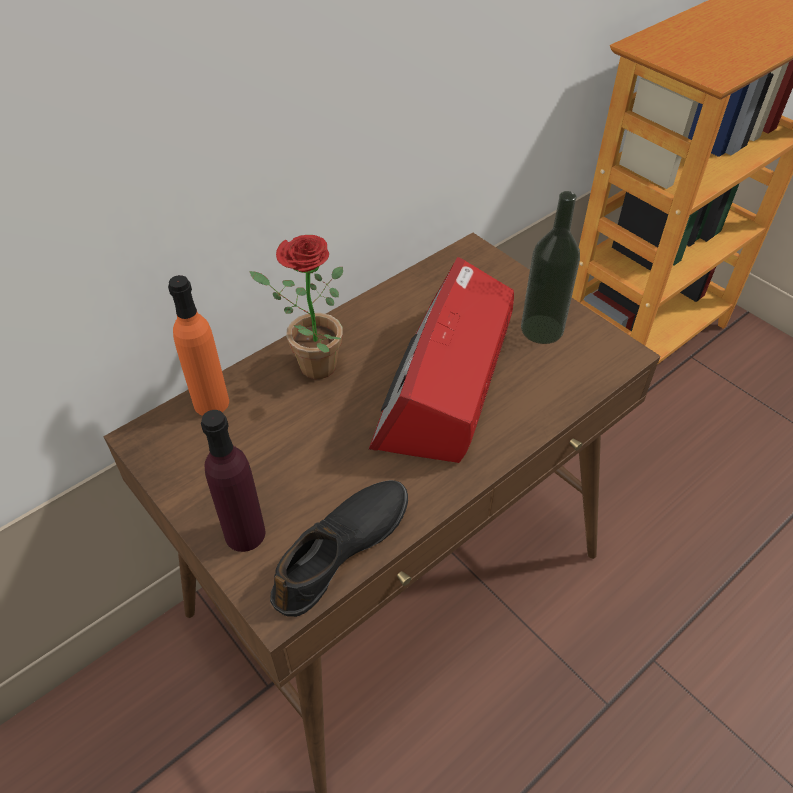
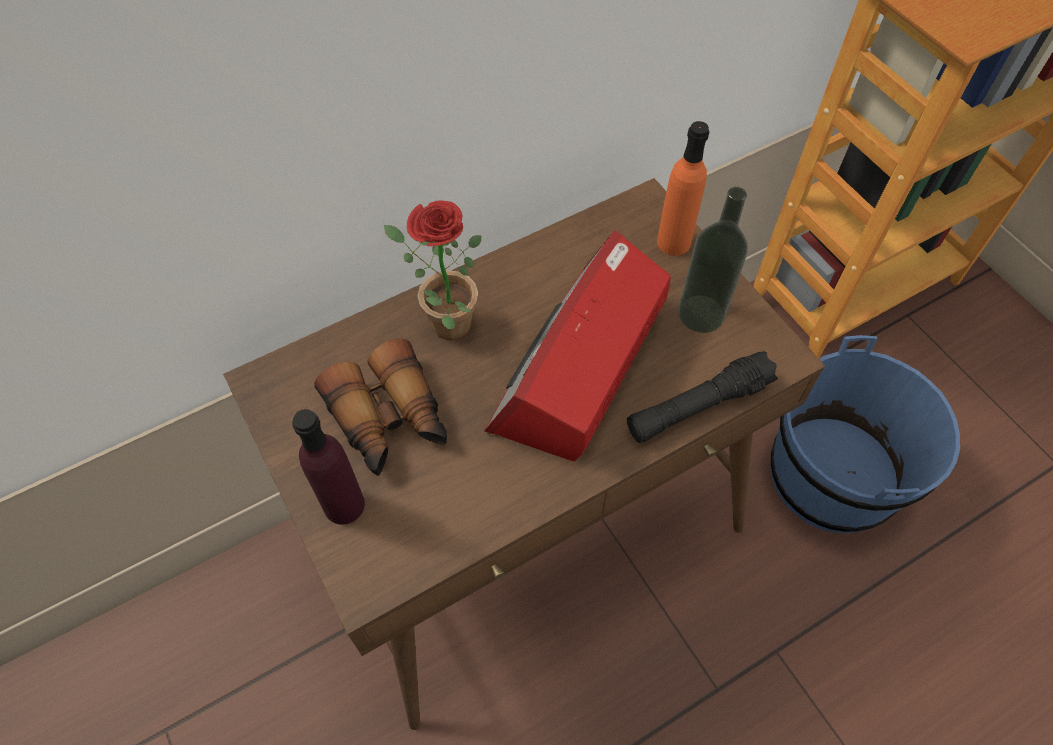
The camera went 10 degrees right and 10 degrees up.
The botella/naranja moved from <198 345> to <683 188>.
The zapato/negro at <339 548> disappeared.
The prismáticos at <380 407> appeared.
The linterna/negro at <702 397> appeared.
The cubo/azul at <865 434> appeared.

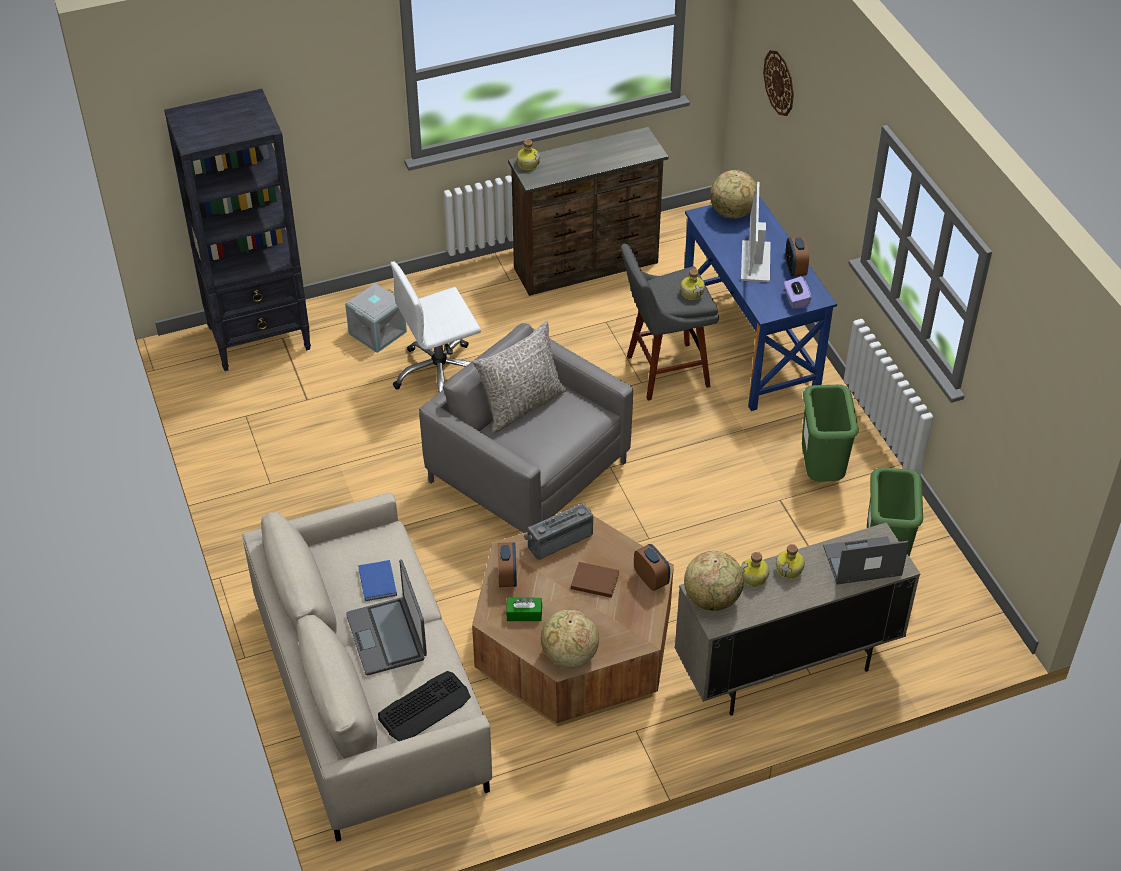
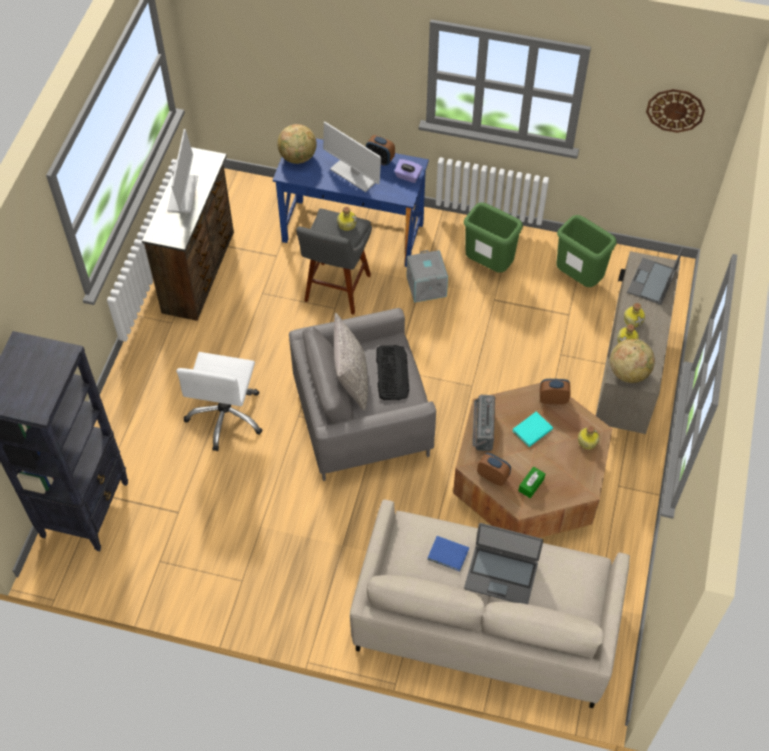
The camera went 55 degrees left and 10 degrees up.
The caja de almacenaje/gris moved from <376 318> to <427 276>.
The teclado moved from <424 706> to <393 372>.
The botella moved from <528 155> to <588 438>.
The globo terráqueo at <570 638> disappeared.
The libro/marrón at <595 580> became the libro/turquesa at <533 429>.
The reloj de pared moved from <778 83> to <675 111>.
The monitor at <182 171> appeared.

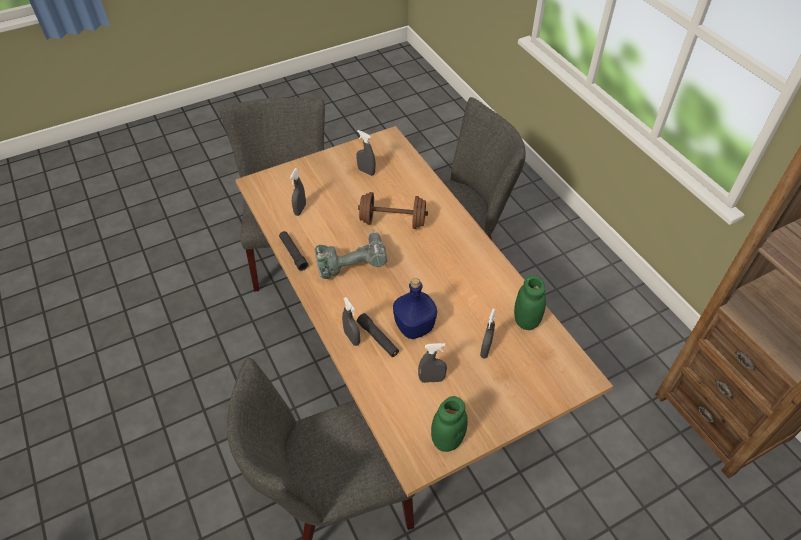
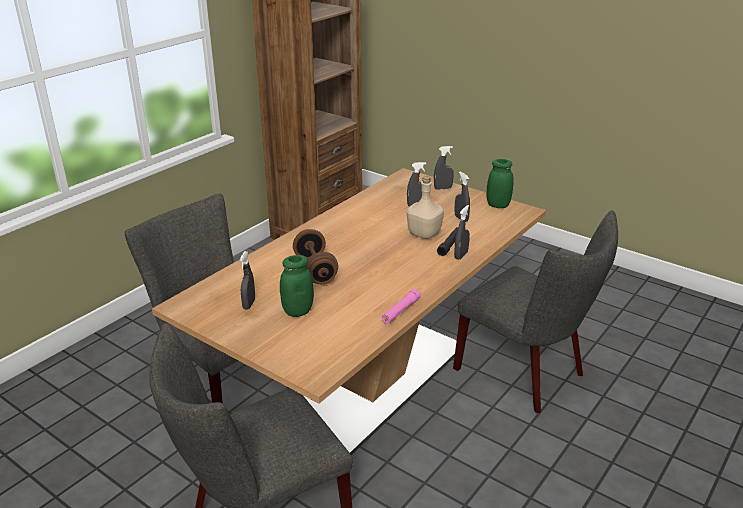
The camera went 115 degrees left and 20 degrees down.
The linterna/negro at <294 251> became the linterna/rosa at <401 306>.
The pulverizador/gris moved from <298 192> to <444 168>.
The taladro at <351 254> disappeared.
The botella/azul at <415 308> became the botella/beis at <425 207>.
The tarro/verde moved from <530 302> to <297 286>.

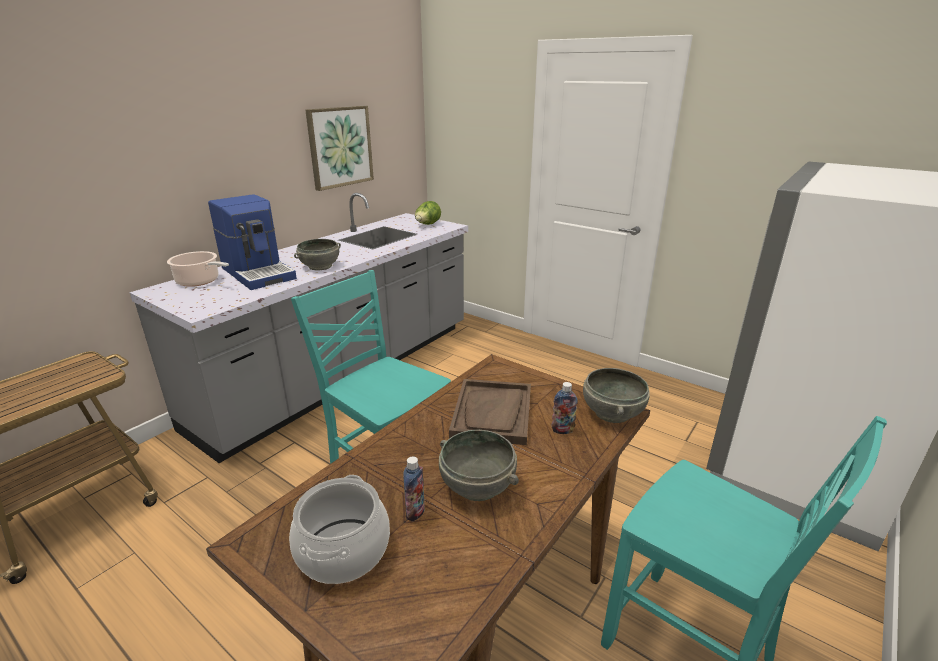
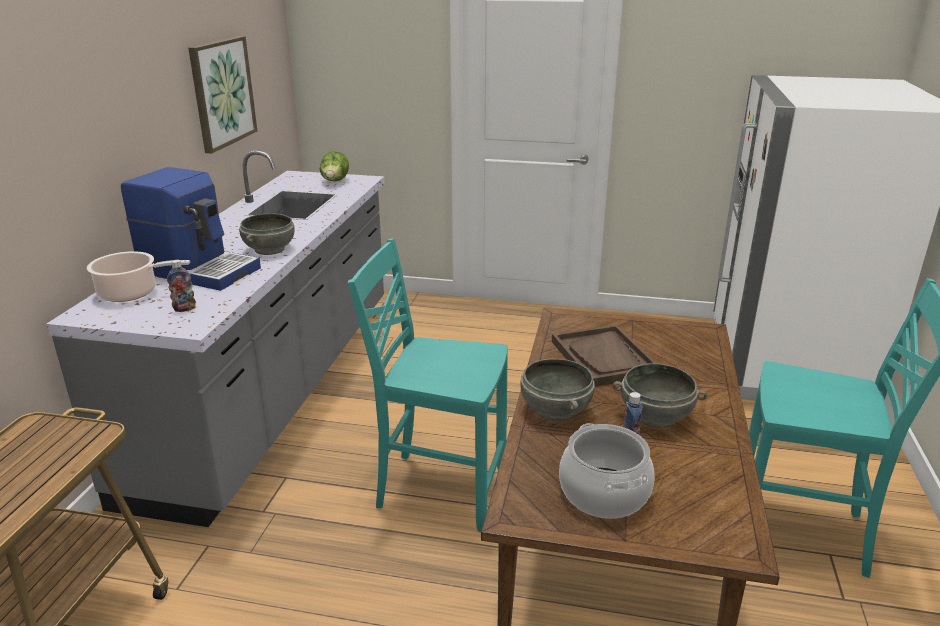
The camera went 25 degrees left and 0 degrees up.
The botella moved from <564 408> to <181 286>.
The cuenco/gris moved from <616 395> to <557 390>.

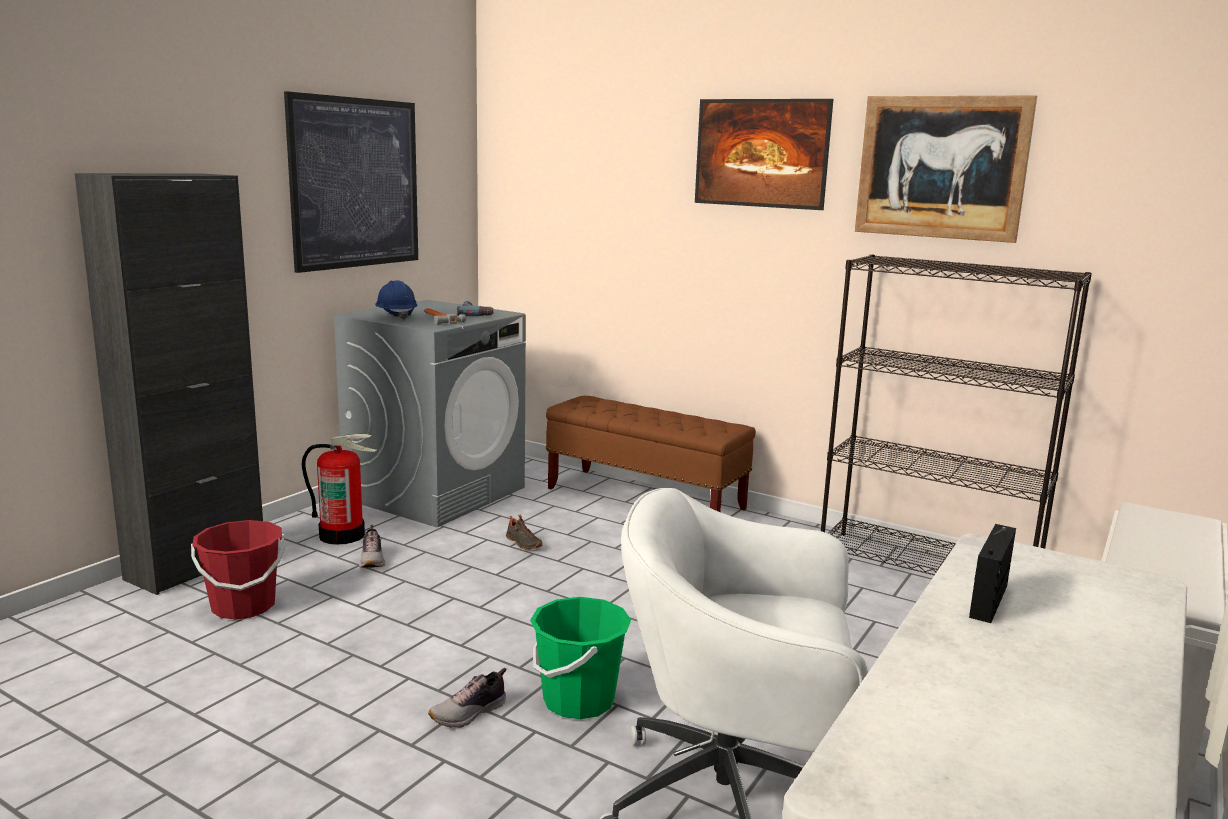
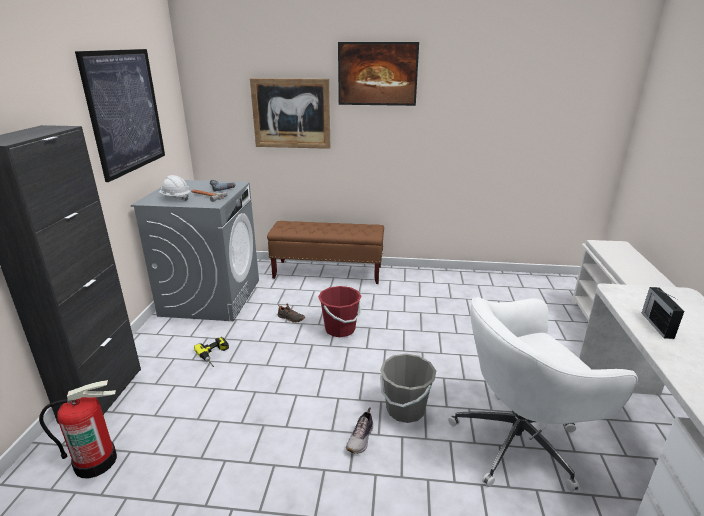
The camera went 25 degrees left and 10 degrees up.
The cubo/rojo moved from <238 569> to <340 311>.
The extintor moved from <339 489> to <78 429>.
The zapato at <372 546> was replaced by the taladro at <211 352>.
The casco/azul at <396 300> became the casco/blanco at <174 188>.
The cubo/verde at <580 658> became the cubo/gris at <408 388>.
The estantería/negro at <956 414> disappeared.
The cuadro moved from <946 169> to <290 113>.

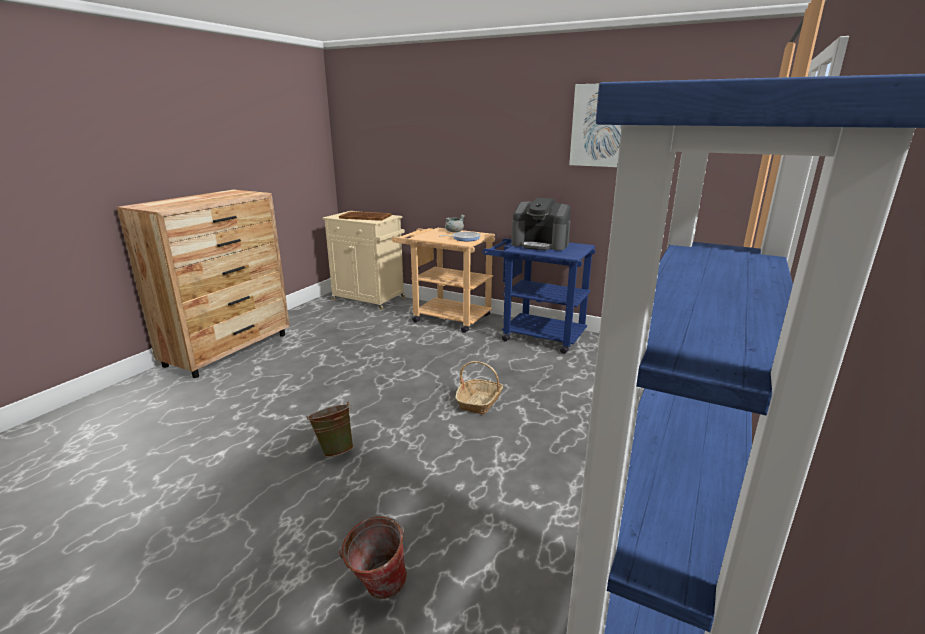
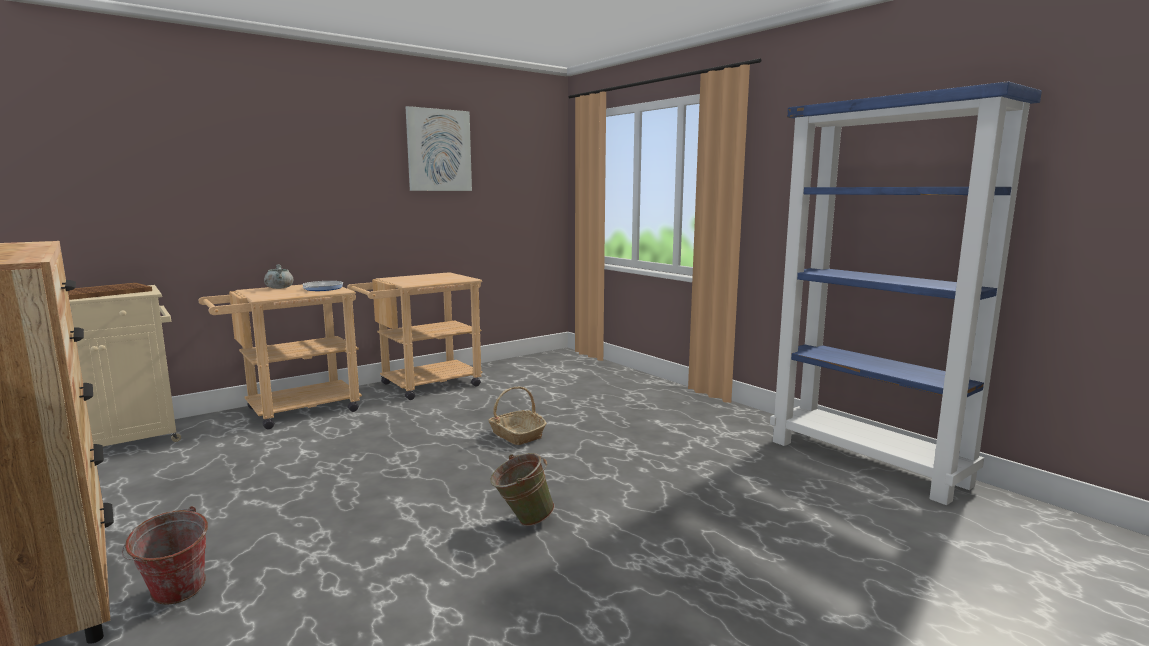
The camera went 65 degrees left and 10 degrees down.
The cubo moved from <373 557> to <164 555>.
The carrito/azul at <539 296> became the carrito/beis at <415 336>.
The cafetera at <541 224> disappeared.

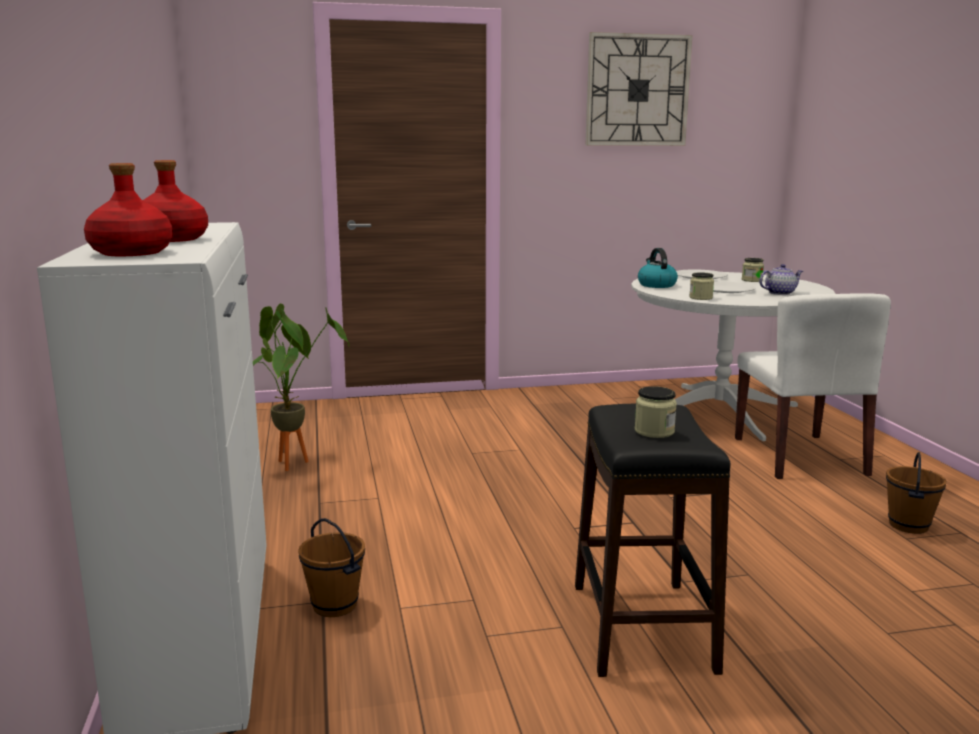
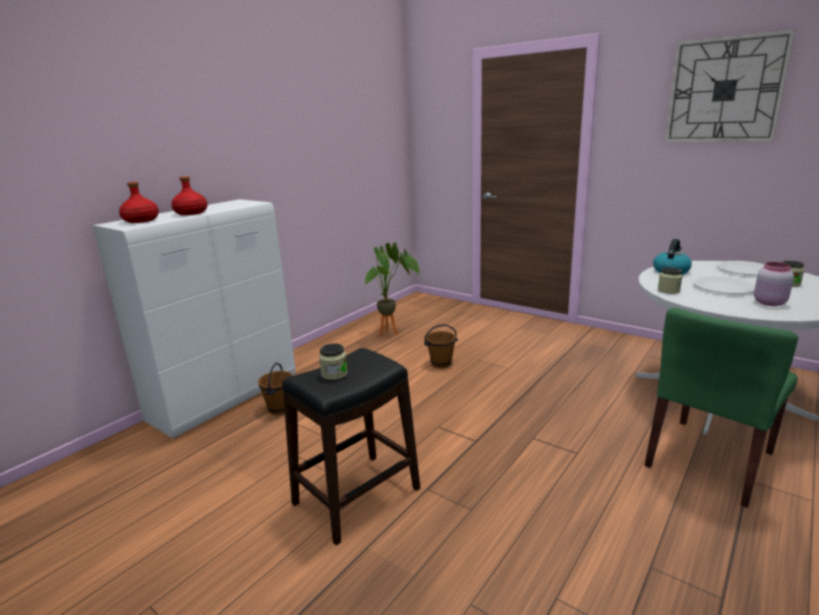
The camera went 50 degrees right and 5 degrees up.
The silla/blanco at <813 386> became the silla/verde at <721 407>.
The tetera at <781 279> was replaced by the tarro/rosa at <774 284>.
The cubo/marrón moved from <916 493> to <441 346>.

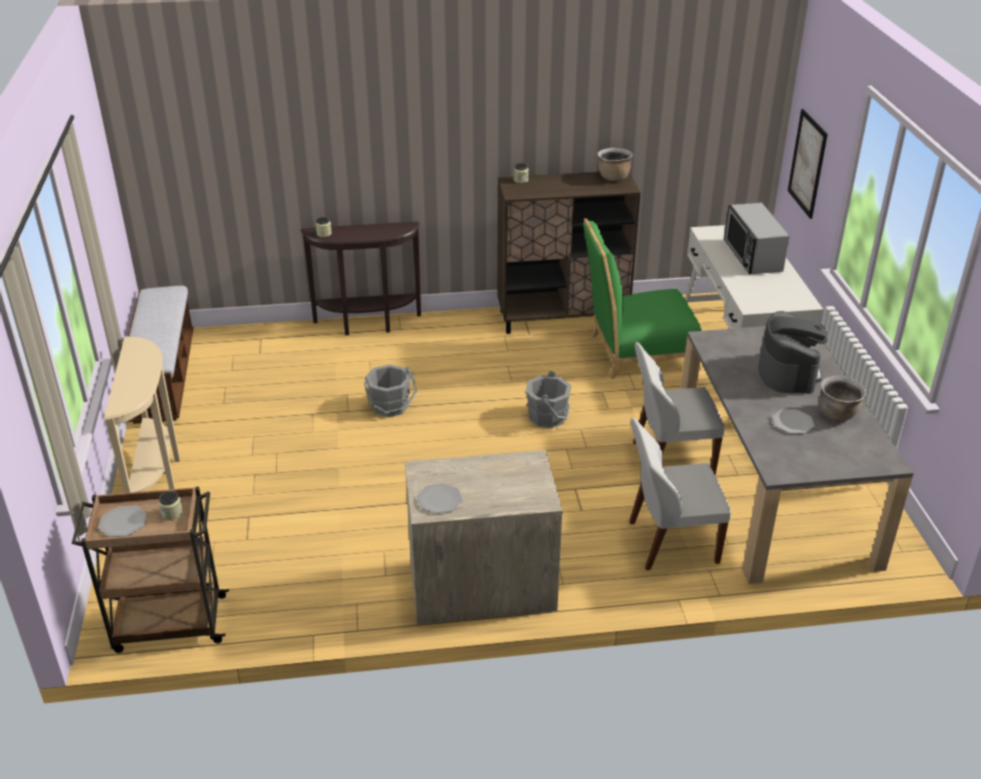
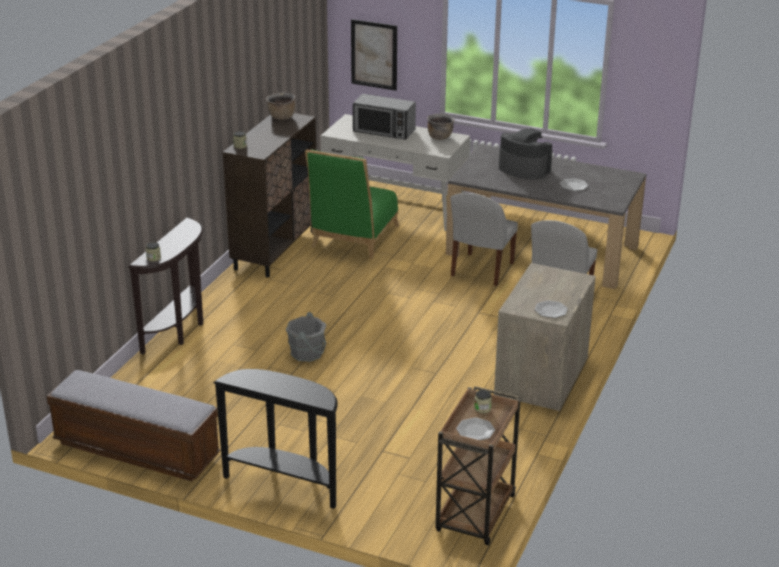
The camera went 60 degrees left and 5 degrees down.
The mesa consola/beis at <142 415> became the mesa consola/negro at <275 439>.
The cubo/gris at <548 399> disappeared.
The olla/marrón moved from <842 398> to <441 127>.

